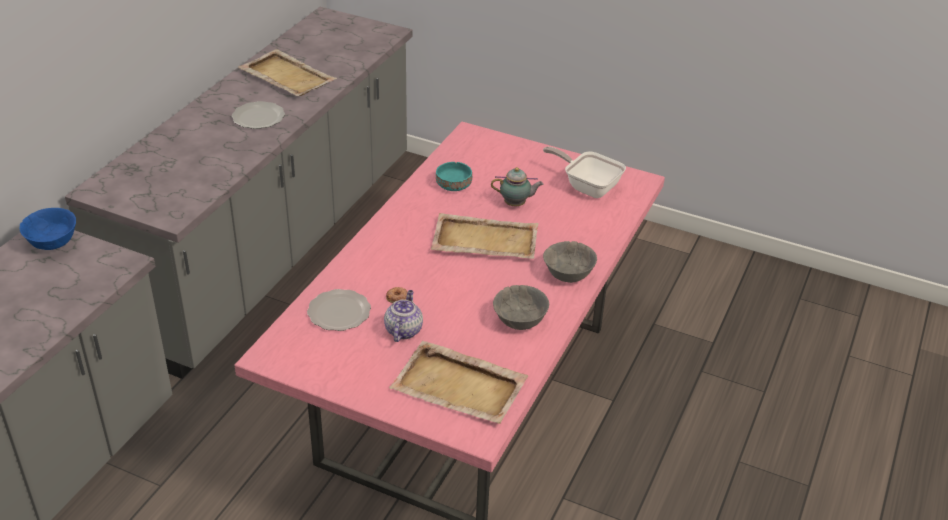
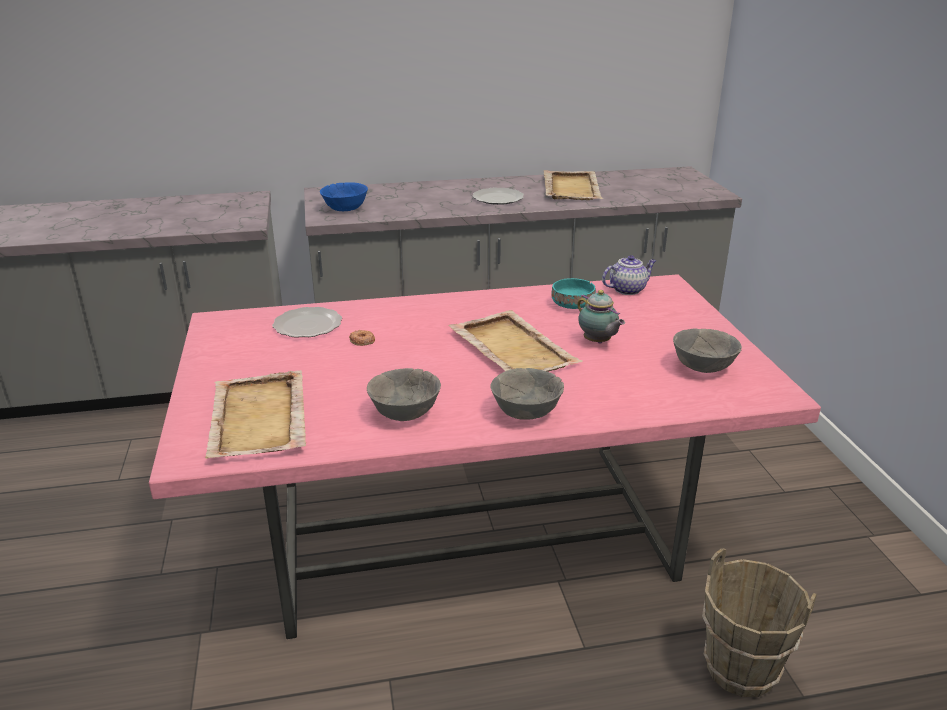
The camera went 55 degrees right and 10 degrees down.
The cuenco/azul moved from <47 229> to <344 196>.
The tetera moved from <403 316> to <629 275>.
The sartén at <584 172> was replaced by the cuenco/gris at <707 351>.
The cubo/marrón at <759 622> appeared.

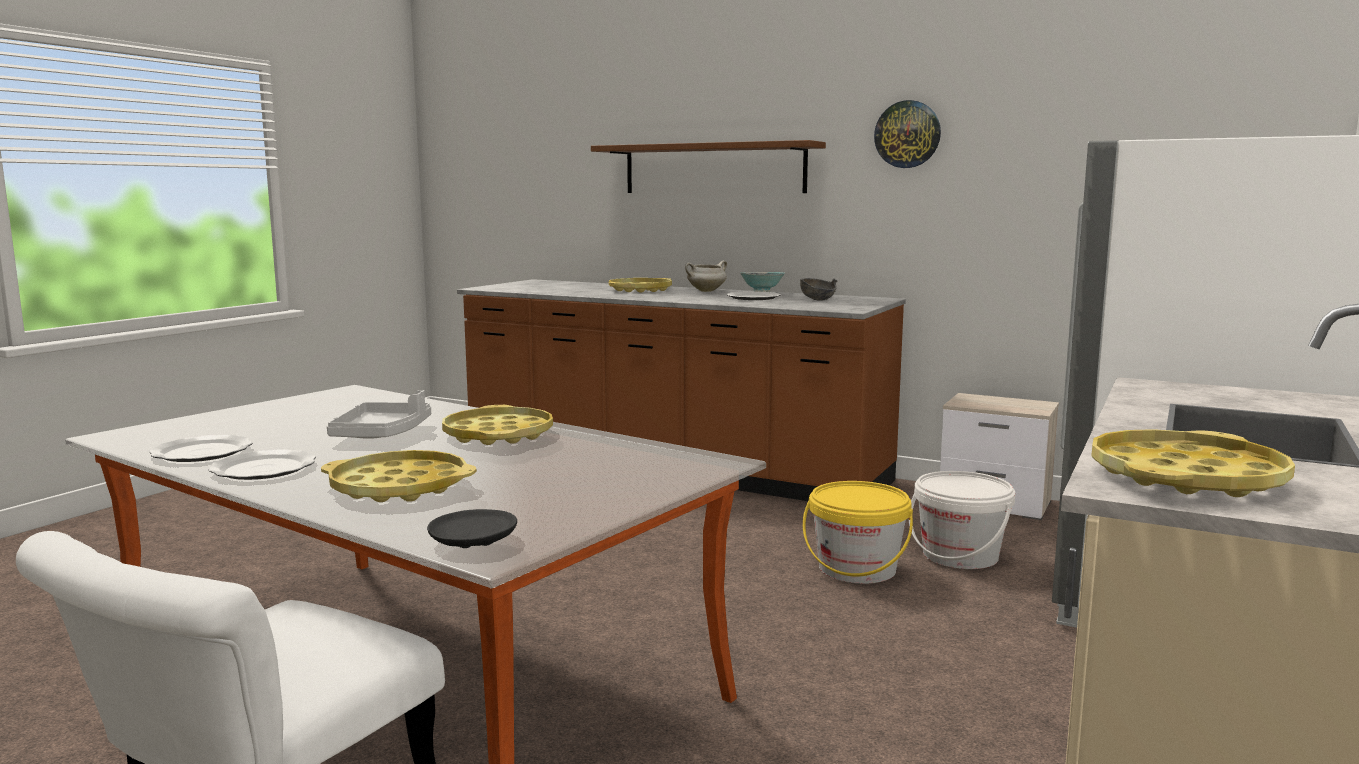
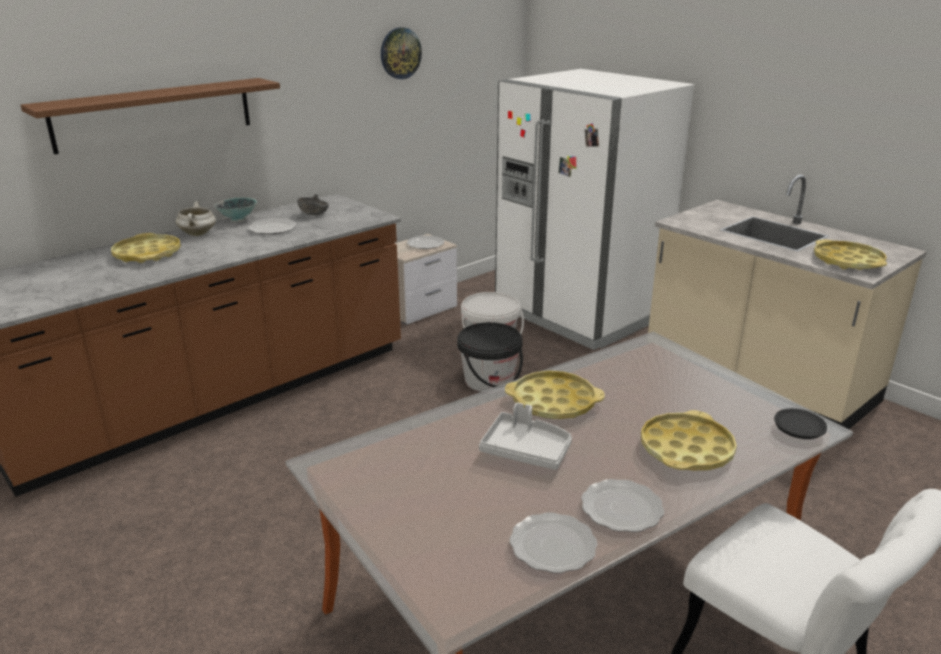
The camera went 70 degrees left and 15 degrees up.
The cubo/amarillo at <858 532> became the cubo/negro at <490 357>.
The reloj de pared moved from <907 134> to <401 53>.
The plato at <426 242> appeared.

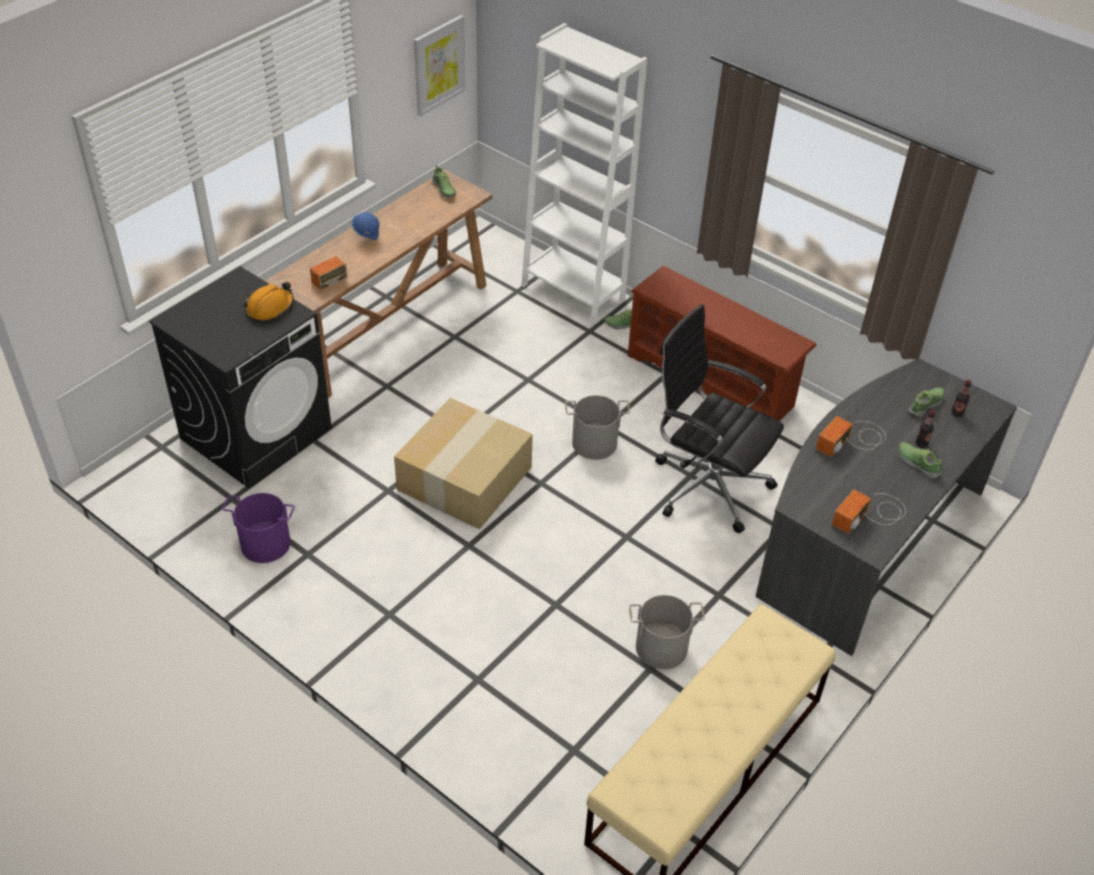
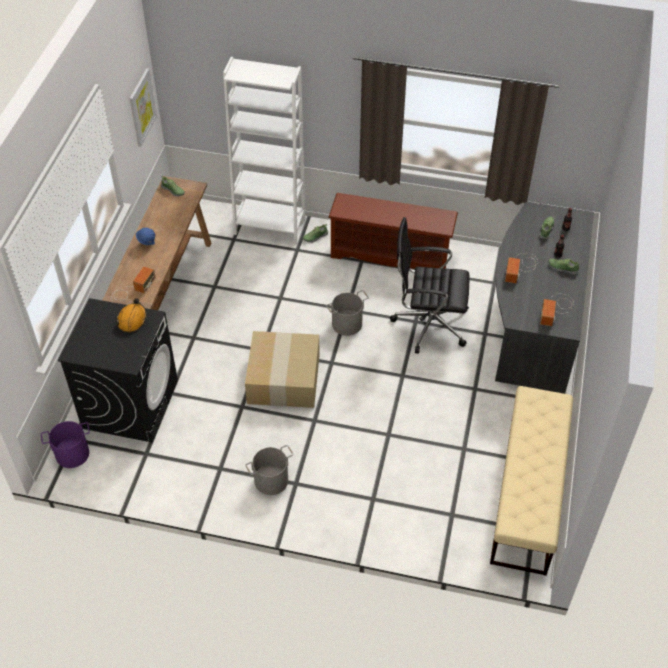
The camera went 25 degrees left and 5 degrees up.
The cubo/morado moved from <258 528> to <65 444>.
The cubo/gris moved from <667 632> to <269 470>.

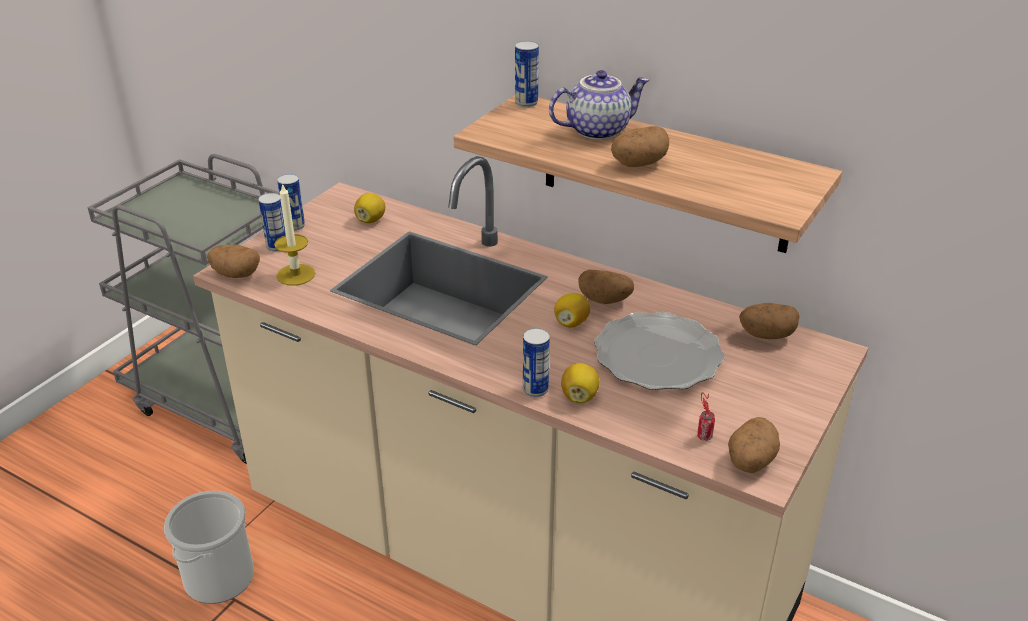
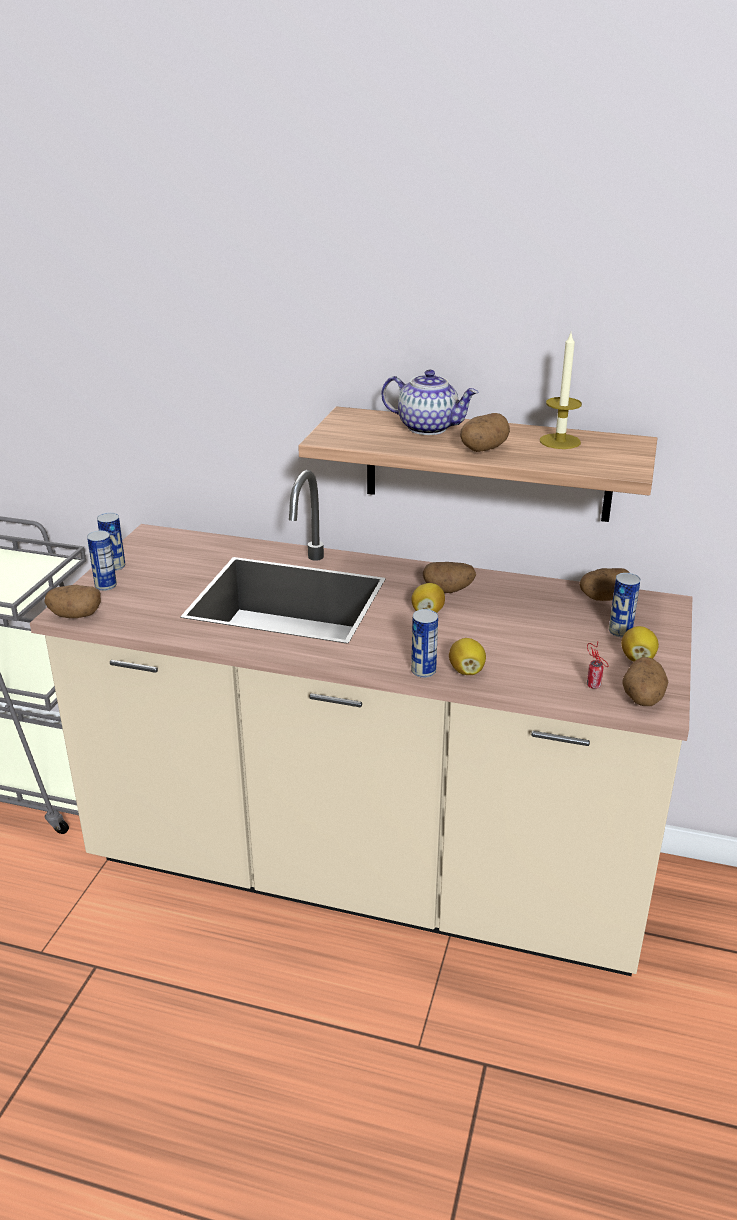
The camera went 15 degrees left and 5 degrees down.
The cubo at <209 547> disappeared.
The vela moved from <294 234> to <561 391>.
The limón moved from <369 208> to <640 643>.
The lata moved from <527 74> to <624 605>.
The tetera at <599 105> turned 60 degrees clockwise.
The plato at <659 351> disappeared.

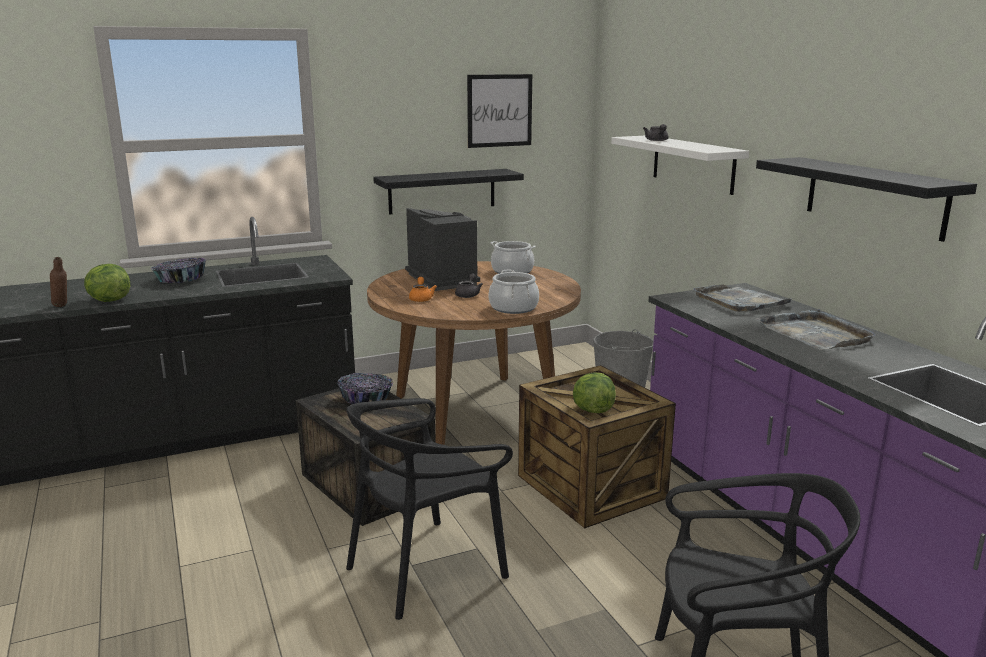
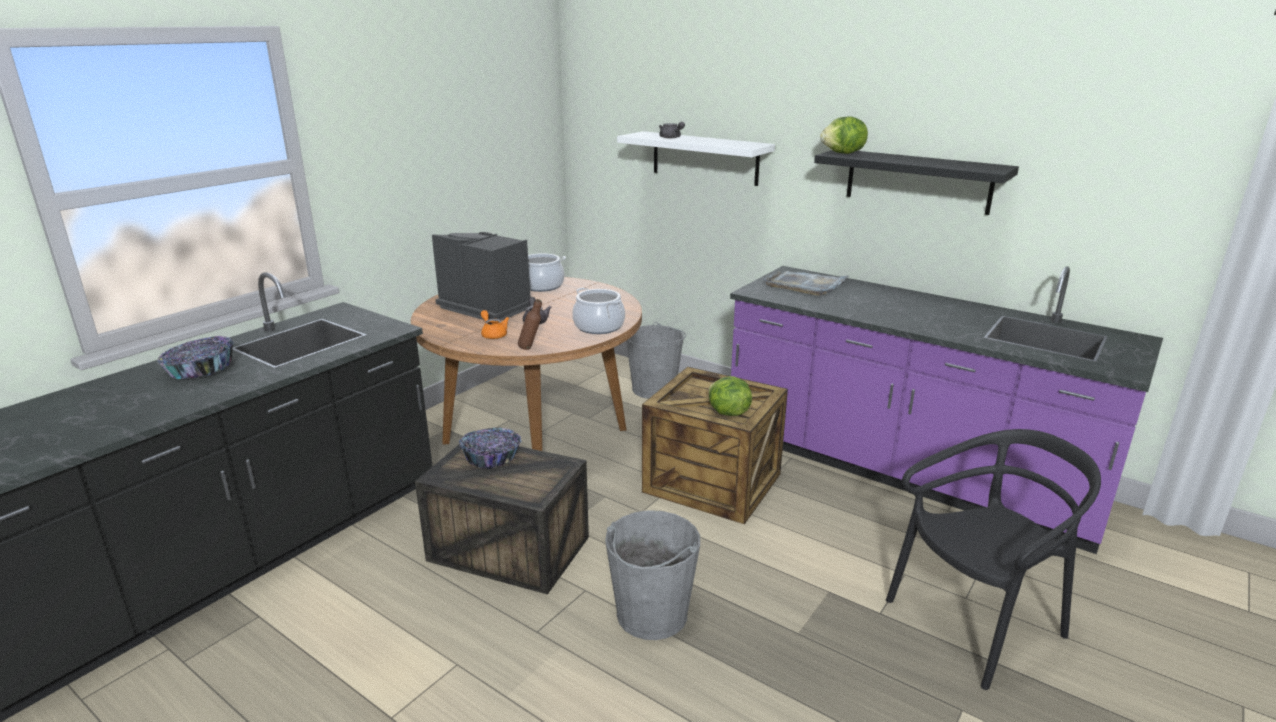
The camera went 30 degrees left and 5 degrees up.
The botella/marrón moved from <58 282> to <530 324>.
The lechuga moved from <107 283> to <844 135>.
The silla/negro at <429 509> was replaced by the cubo/gris at <652 575>.
The estante/negro at <448 191> disappeared.
The cuadro at <499 111> disappeared.
The bandeja/gris at <815 329> disappeared.

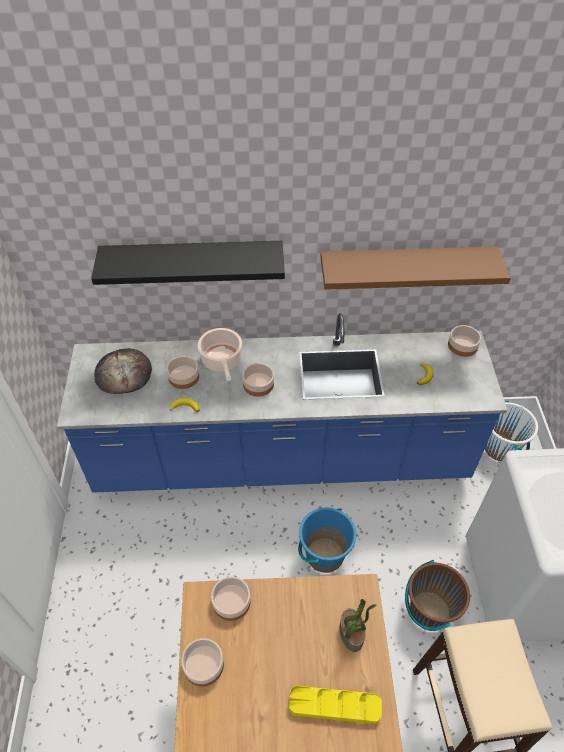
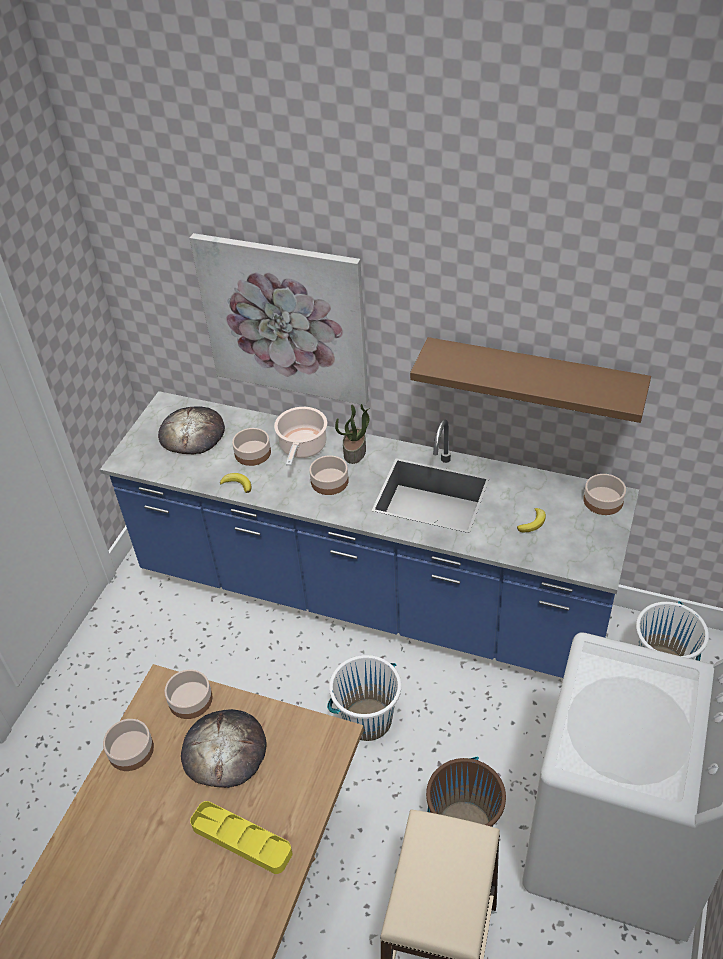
The camera went 25 degrees right and 5 degrees down.
The estante/negro at <188 263> was replaced by the cuadro at <279 319>.
The cubo/azul at <327 540> became the cubo/blanco at <364 698>.
The planta en maceta moved from <358 625> to <352 434>.
The pan at <224 748> appeared.

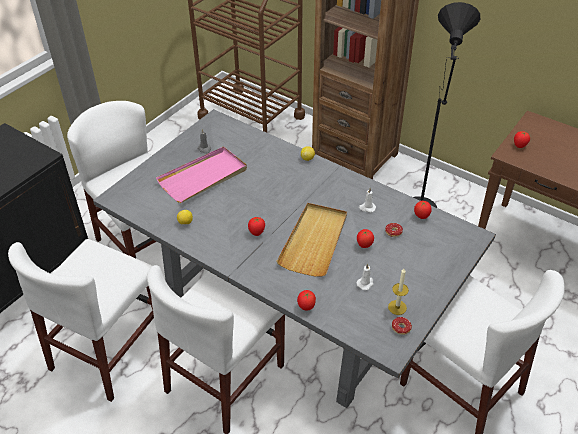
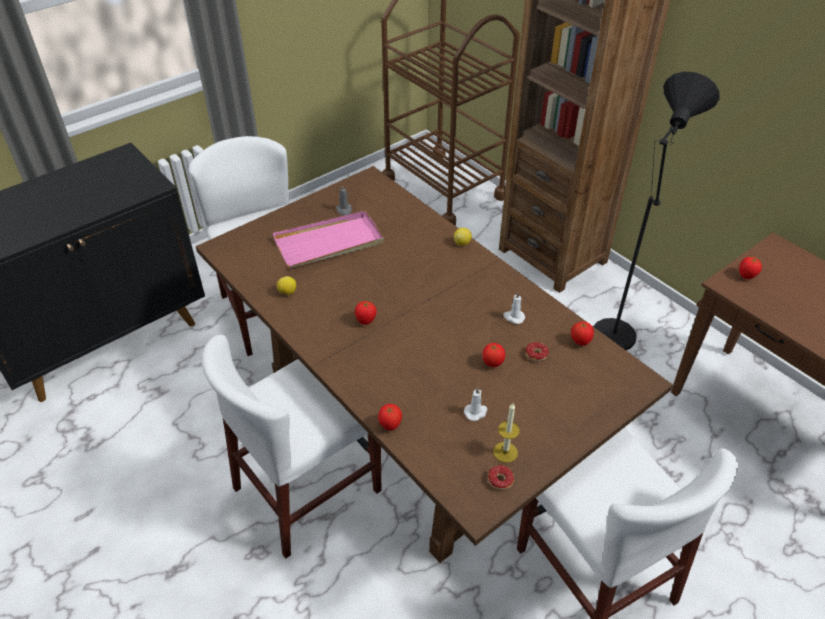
The camera went 15 degrees right and 0 degrees up.
The silla/blanco at <81 320> disappeared.
The mesa de comedor/gris at <294 258> became the mesa de comedor/marrón at <434 364>.
The bandeja/beis at <311 240> disappeared.

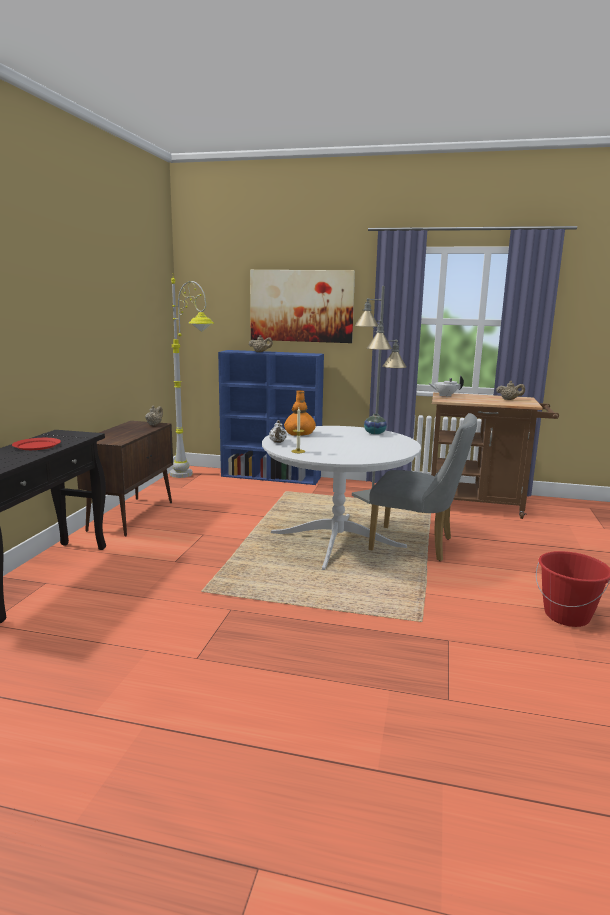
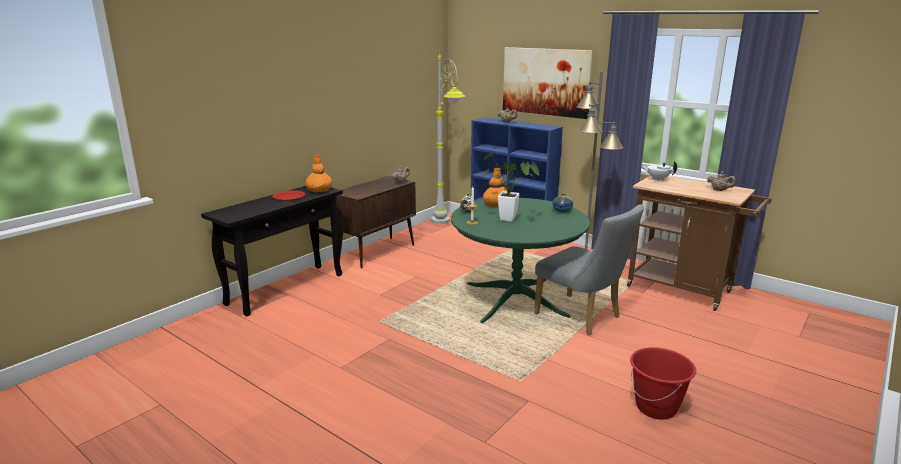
The camera went 25 degrees right and 5 degrees up.
The mesa de comedor/blanco at <341 498> became the mesa de comedor/verde at <520 260>.
The florero/naranja at <318 173> appeared.
The planta en maceta at <510 187> appeared.

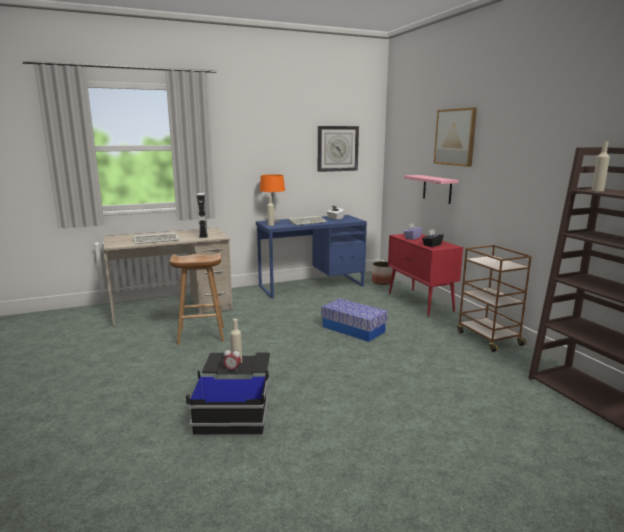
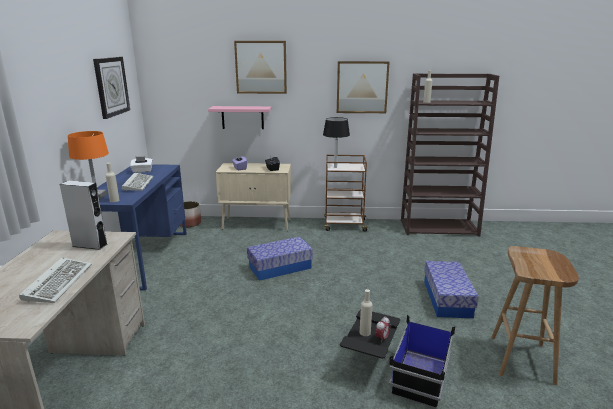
The camera went 65 degrees left and 5 degrees up.
The taburete/marrón moved from <197 299> to <535 315>.
The armario/rojo at <425 275> became the armario/beis at <253 197>.
The lámpara de mesa/negro at <336 142> appeared.
The cuadro at <363 87> appeared.
The caja de almacenaje at <451 289> appeared.

